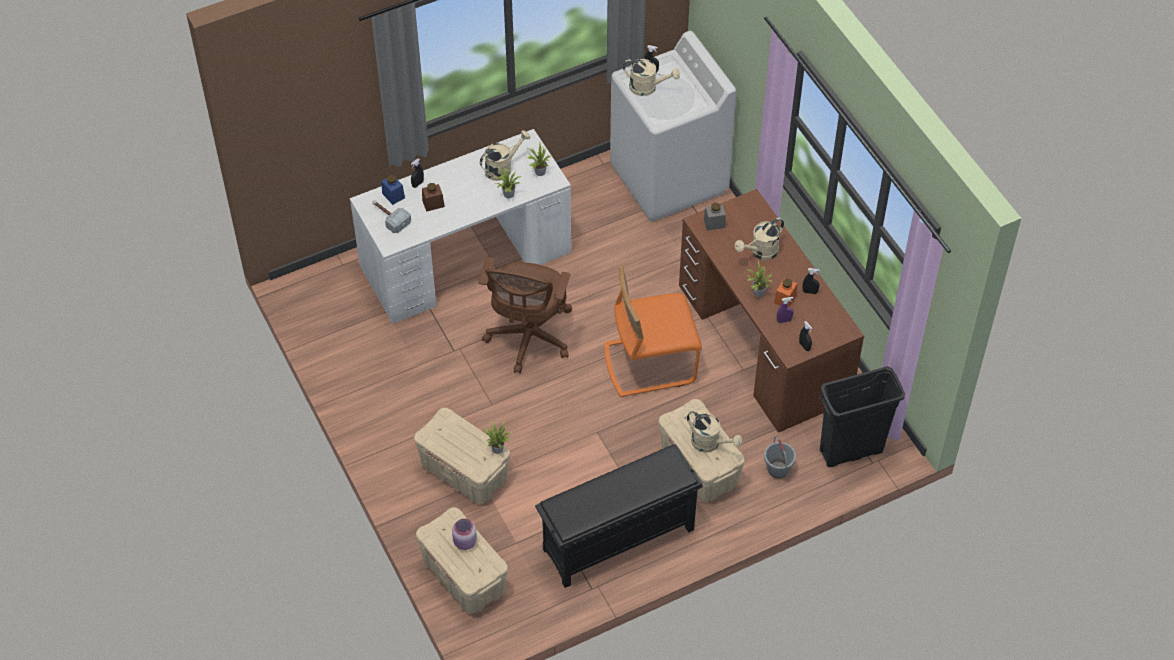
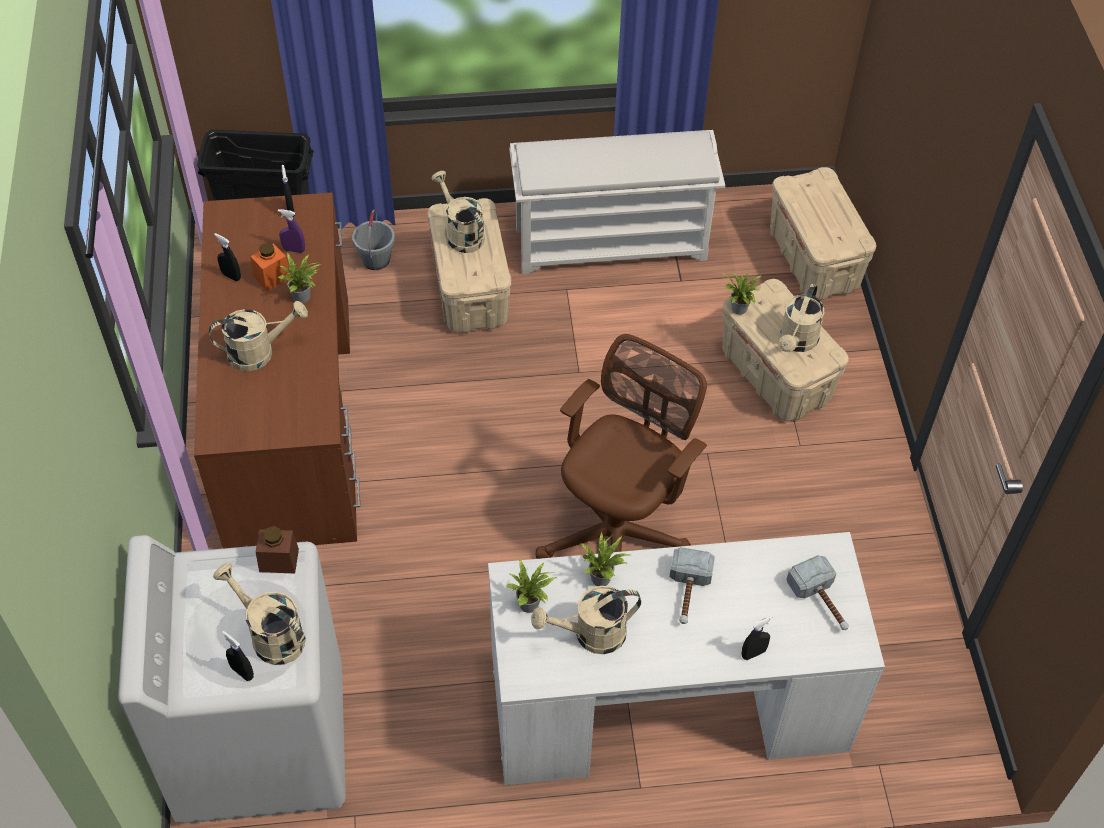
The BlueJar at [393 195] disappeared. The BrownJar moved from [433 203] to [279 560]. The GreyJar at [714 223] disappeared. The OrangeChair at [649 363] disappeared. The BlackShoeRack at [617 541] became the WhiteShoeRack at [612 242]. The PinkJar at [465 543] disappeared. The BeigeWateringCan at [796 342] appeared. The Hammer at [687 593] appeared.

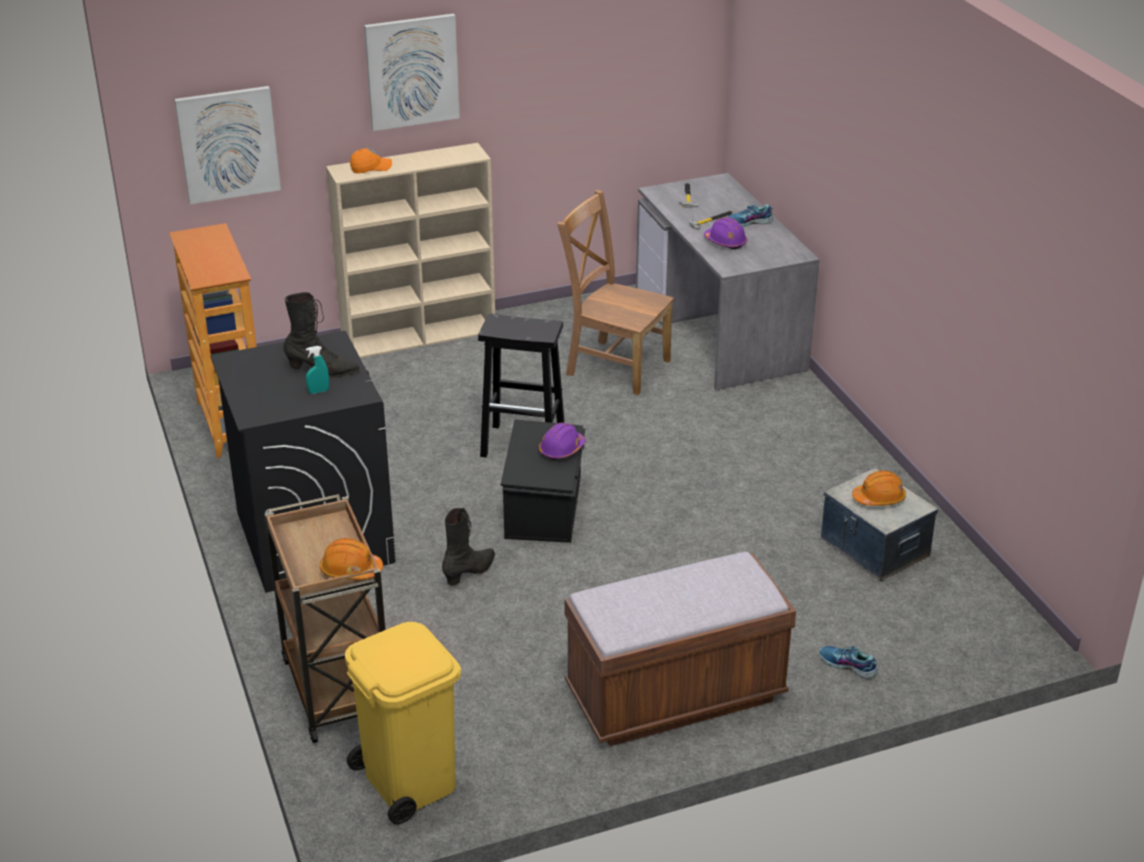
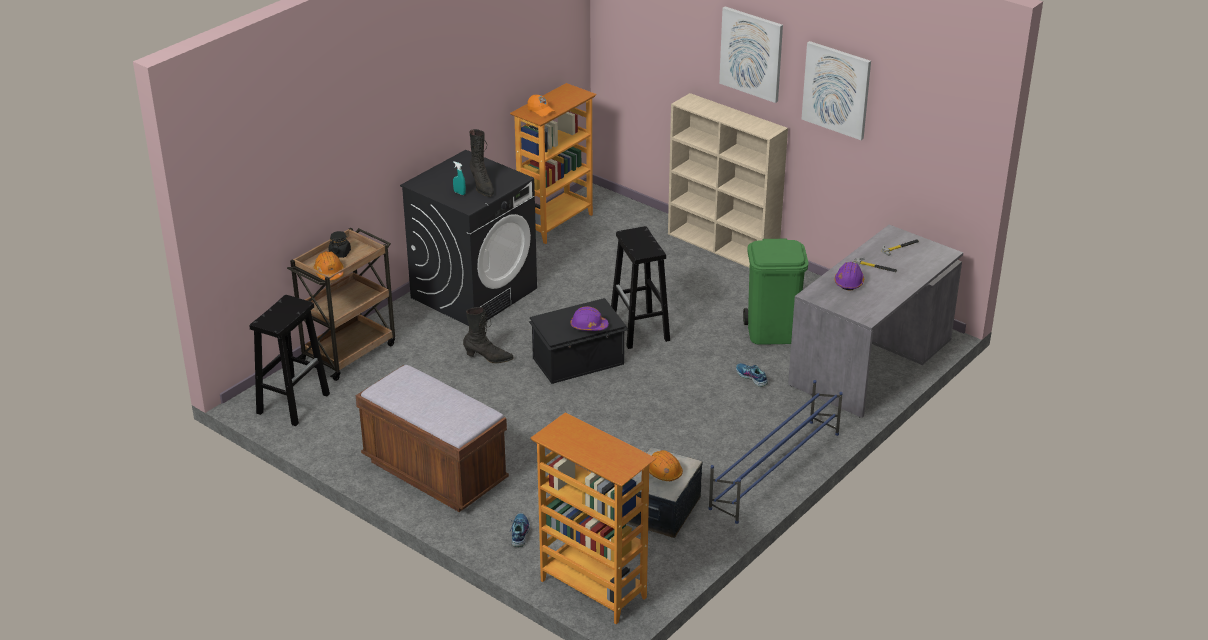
The Picture moved from [228 144] to [836 89]. The OrangeCap moved from [371 168] to [540 110]. The BrownChair at [614 366] was replaced by the GreenTrashCan at [772 333]. The Shoe moved from [749 223] to [751 378]. The YellowTrashCan at [408 780] was replaced by the BlackStool at [294 403]. The BlackJar at [340 253] appeared. The BlueShoeRack at [774 470] appeared. The Bookcase at [592 589] appeared.

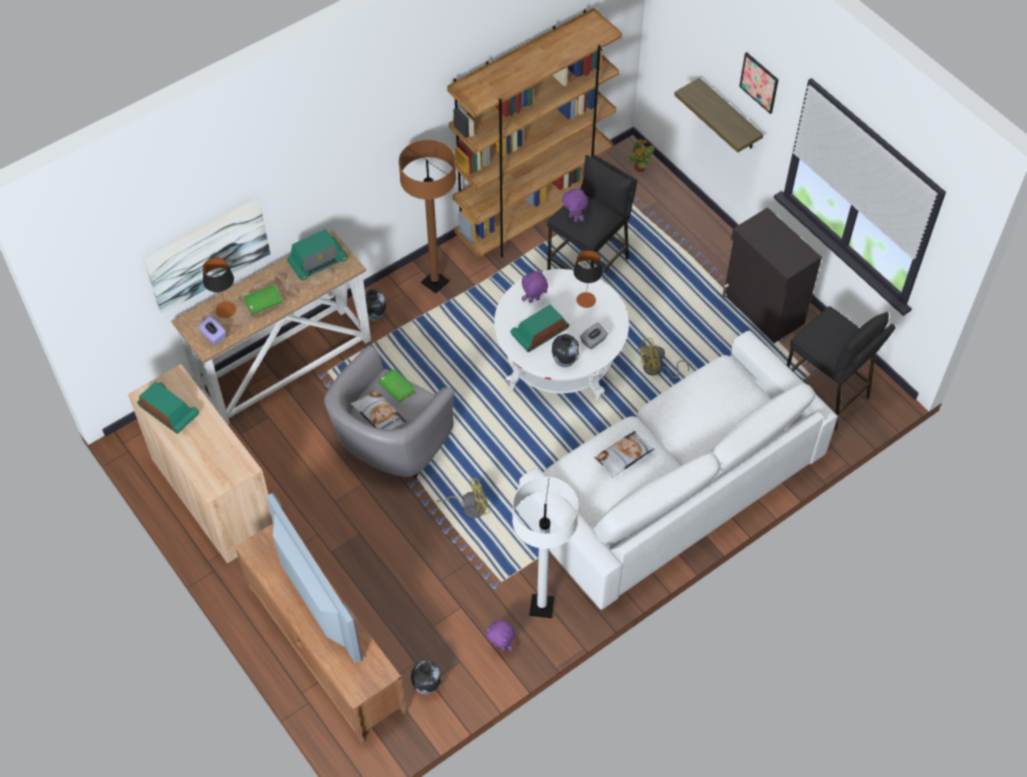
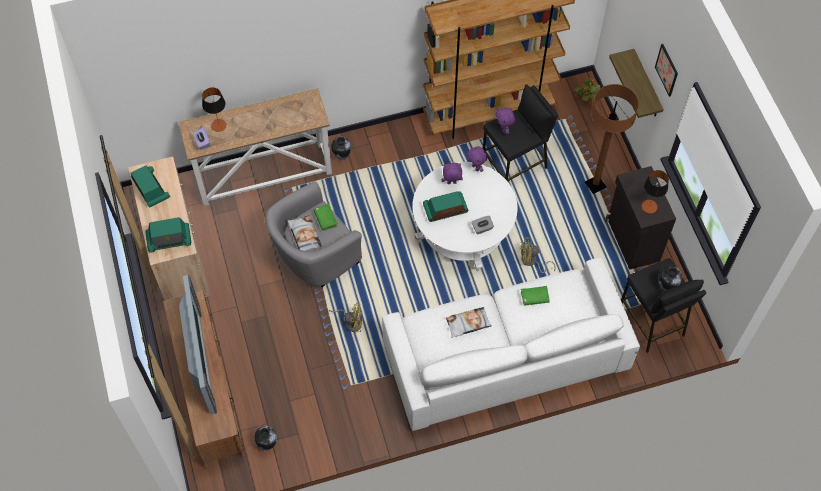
The BrownFloorLamp moved from [435 282] to [595 185]. The Picture at [207 254] disappeared. The Radio moved from [318 262] to [169 239]. The TableLamp moved from [586 300] to [649 206]. The GreenBook moved from [263 303] to [534 297]. The Vase moved from [564 362] to [667 286]. The WhiteFloorLamp at [541 606] disappeared. The PurplePlushToy moved from [501 646] to [476 167].

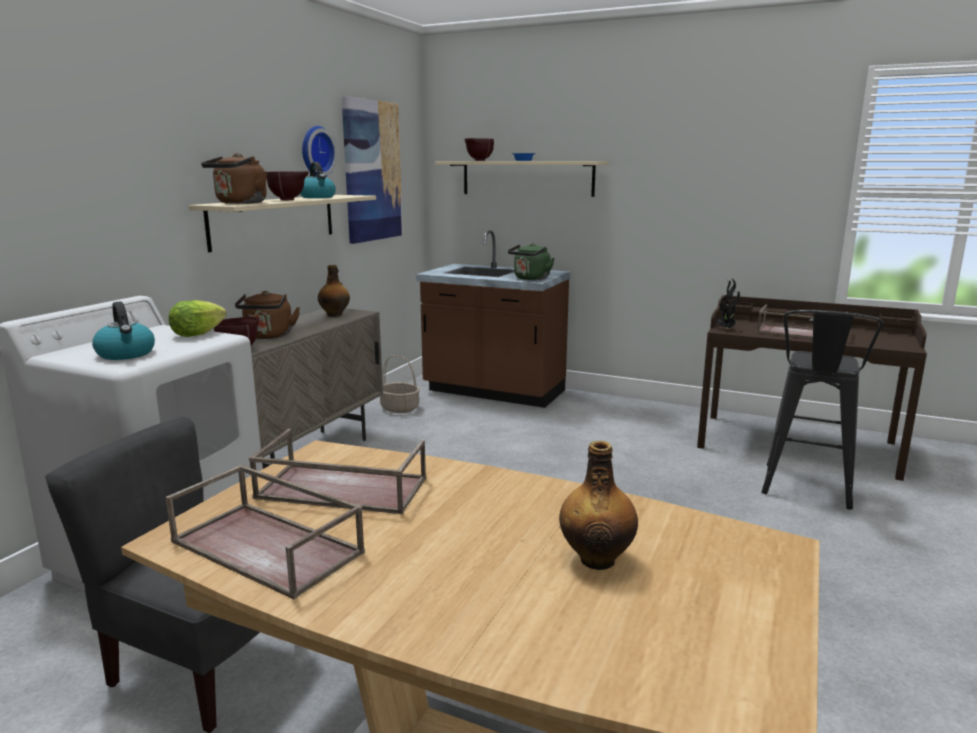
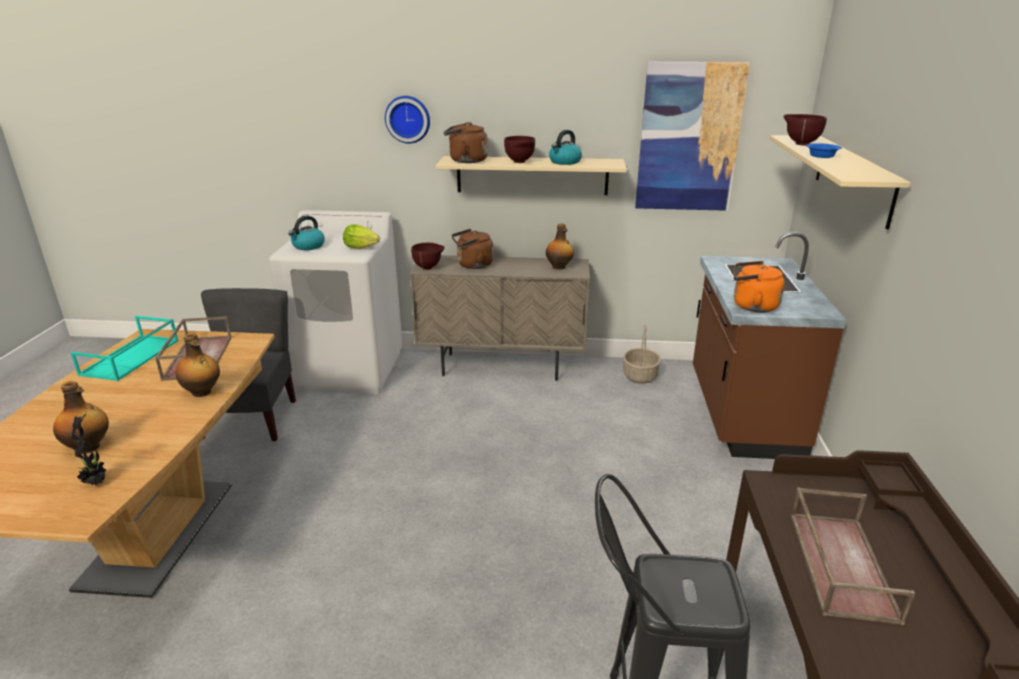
The WallClock moved from [315 152] to [408 119]. The GreenKettle at [530 279] became the OrangeKettle at [751 306]. The PottedPlant moved from [726 329] to [96 483]. The BrownTray at [269 547] became the TurquoiseTray at [131 358]. The Bottle at [202 392] appeared.

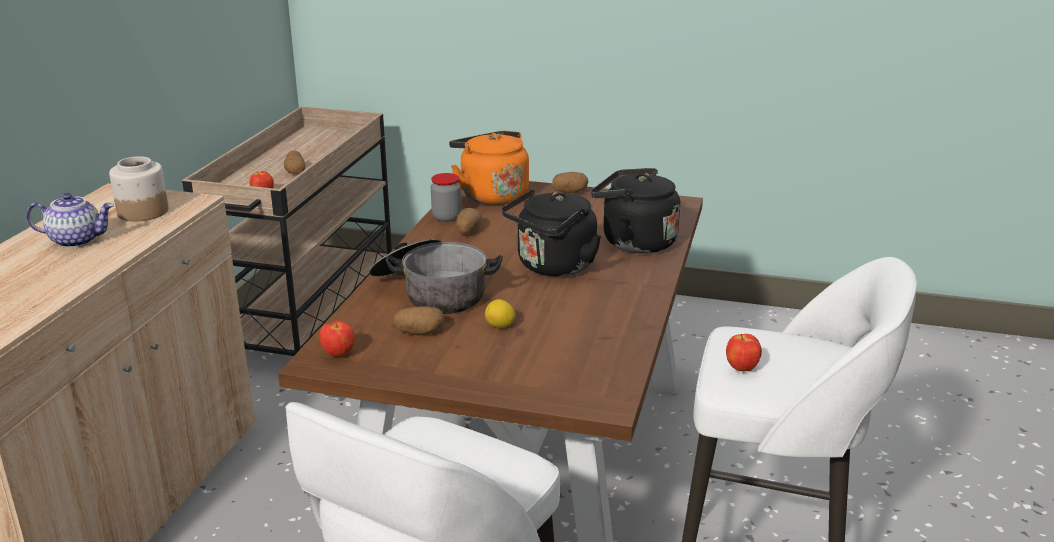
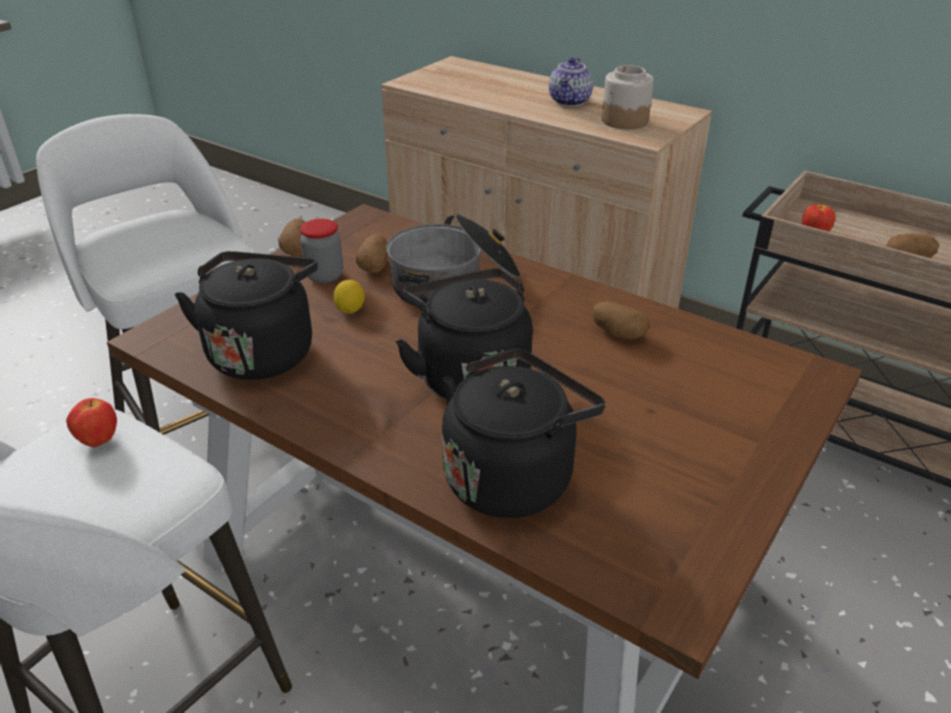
The OrangeKettle at [491 195] disappeared. The Potato moved from [570 192] to [297 250]. The Jar moved from [446 217] to [324 276]. The Apple at [339 354] disappeared. The BlackKettle at [262 351] appeared.

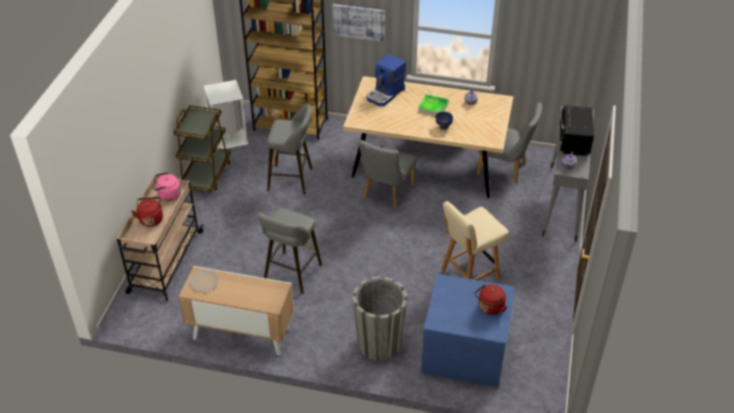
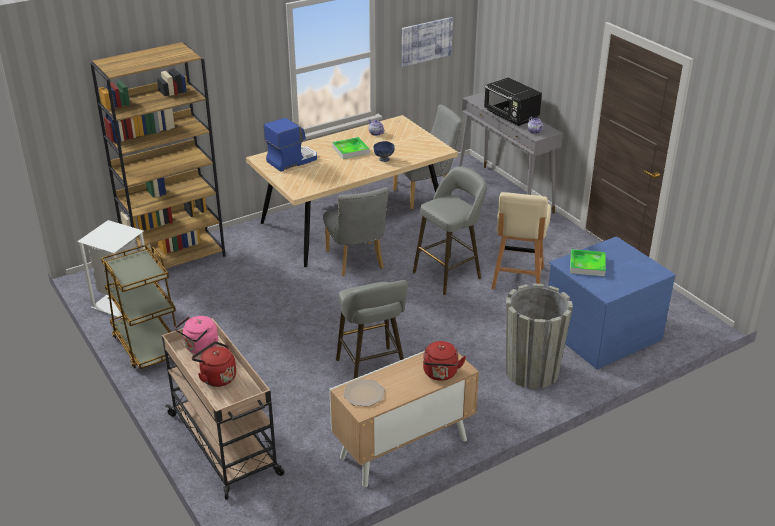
The Picture moved from [359 22] to [426 41]. The CoffeeMachine at [385 94] turned 120 degrees counterclockwise. The GreyStool moved from [293 180] to [449 274]. The RedKettle moved from [489 308] to [440 374]. The Tray at [587 265] appeared.

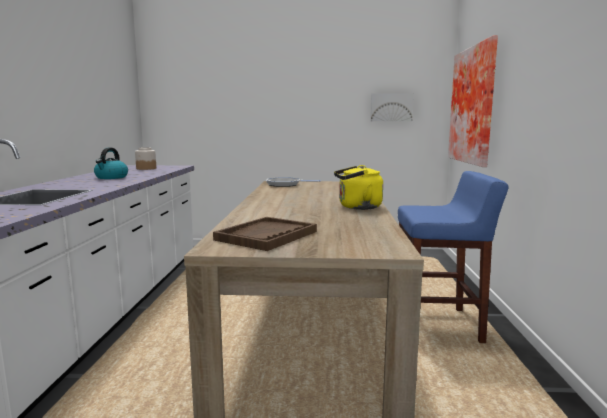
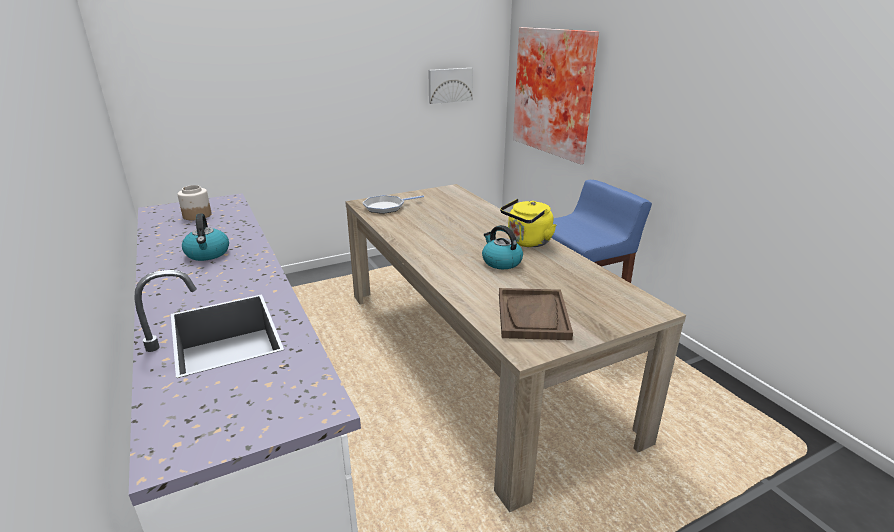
The Kettle at [501 262] appeared.

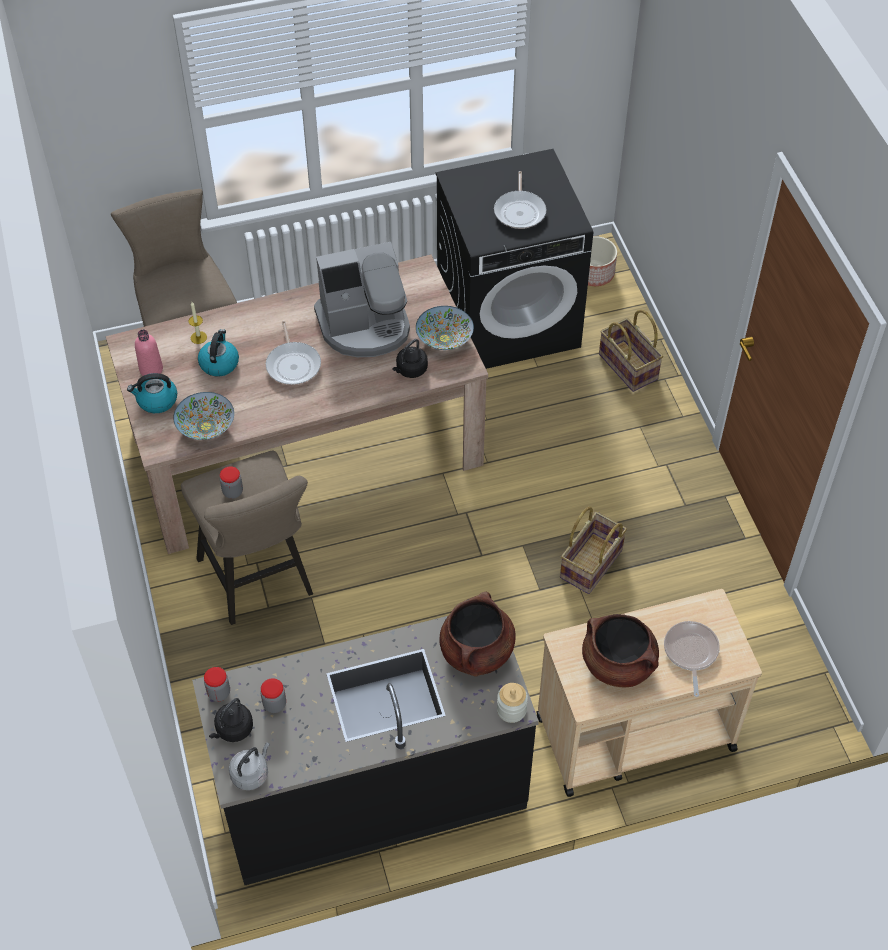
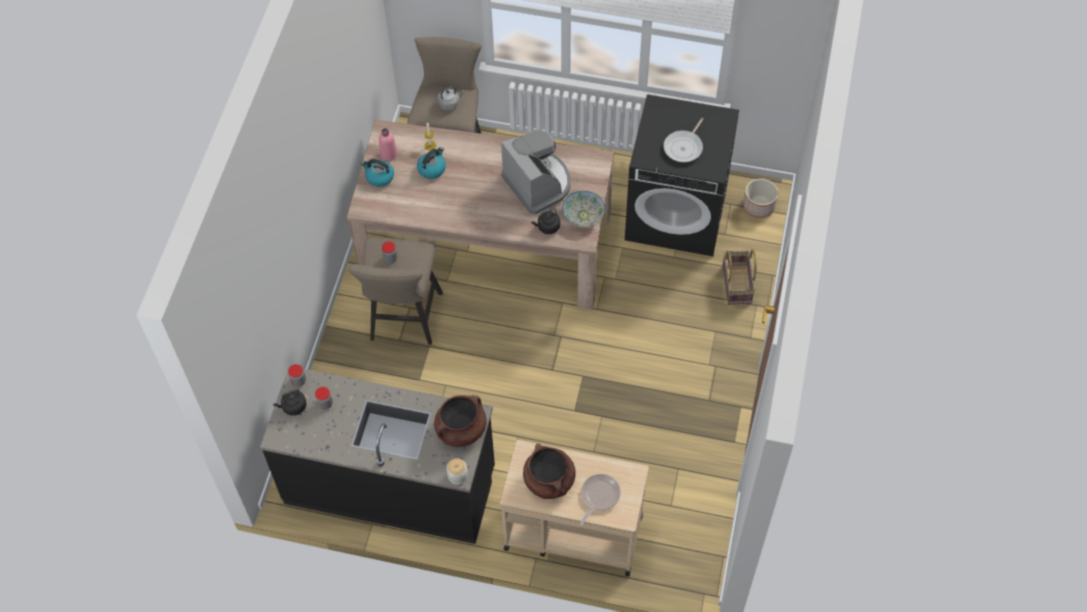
The CoffeeMachine at [365 326] turned 135 degrees counterclockwise. The FryingPan at [293 364] disappeared. The Bowl at [206 427] disappeared. The Basket at [592 564] disappeared. The GreyKettle moved from [251 773] to [450 103].

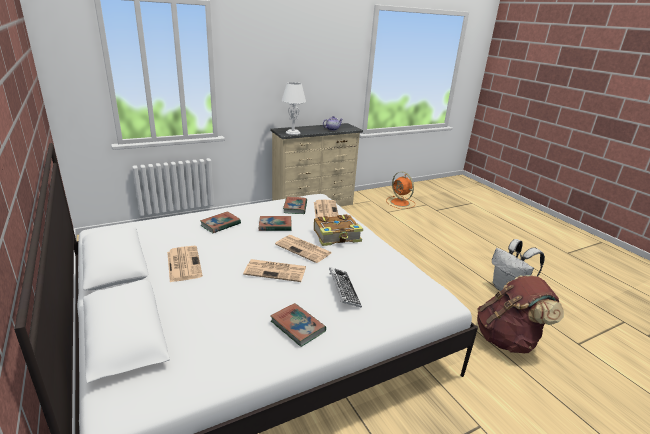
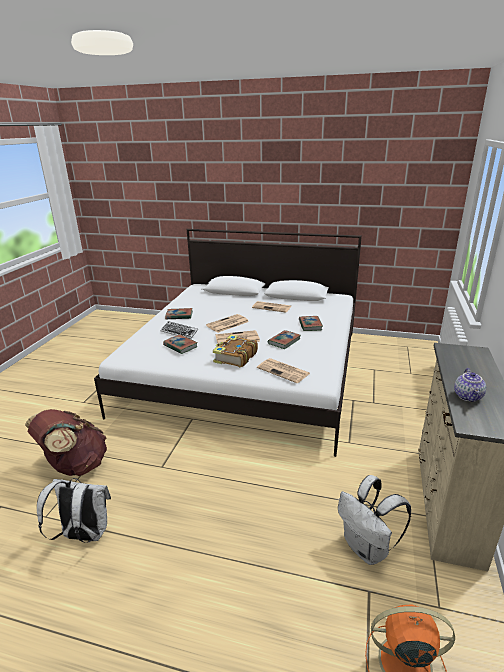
The WhiteTableLamp at [293 132] disappeared. The Book moved from [295 207] to [180 346]. The WhiteBackpack at [367 548] appeared.

